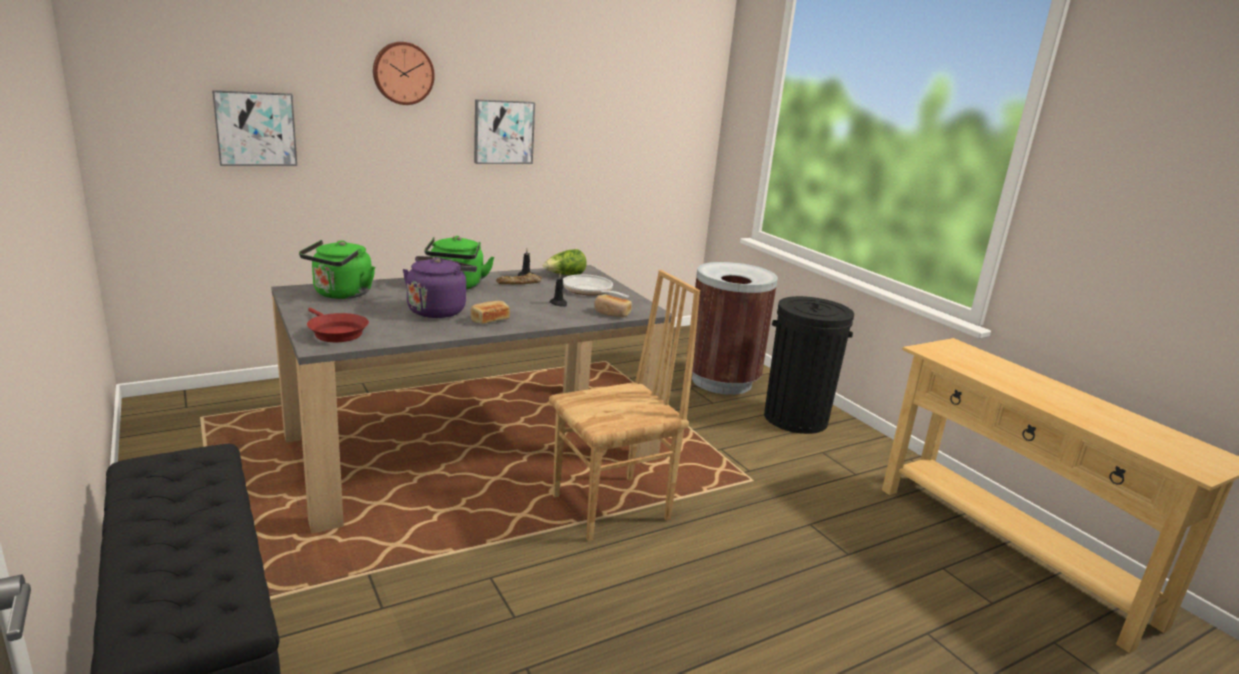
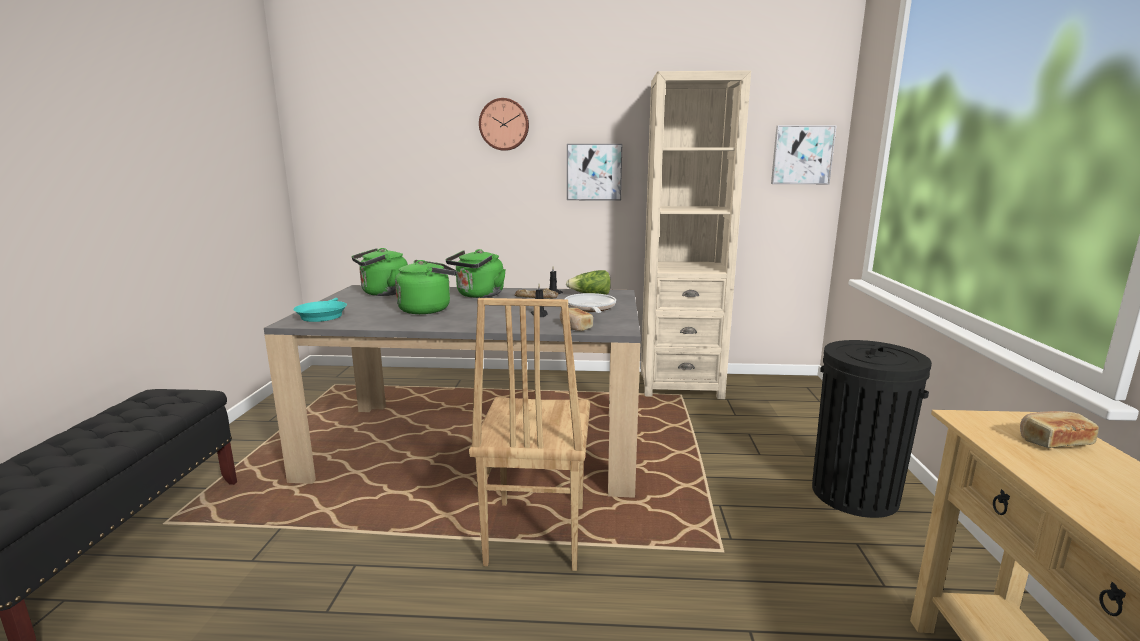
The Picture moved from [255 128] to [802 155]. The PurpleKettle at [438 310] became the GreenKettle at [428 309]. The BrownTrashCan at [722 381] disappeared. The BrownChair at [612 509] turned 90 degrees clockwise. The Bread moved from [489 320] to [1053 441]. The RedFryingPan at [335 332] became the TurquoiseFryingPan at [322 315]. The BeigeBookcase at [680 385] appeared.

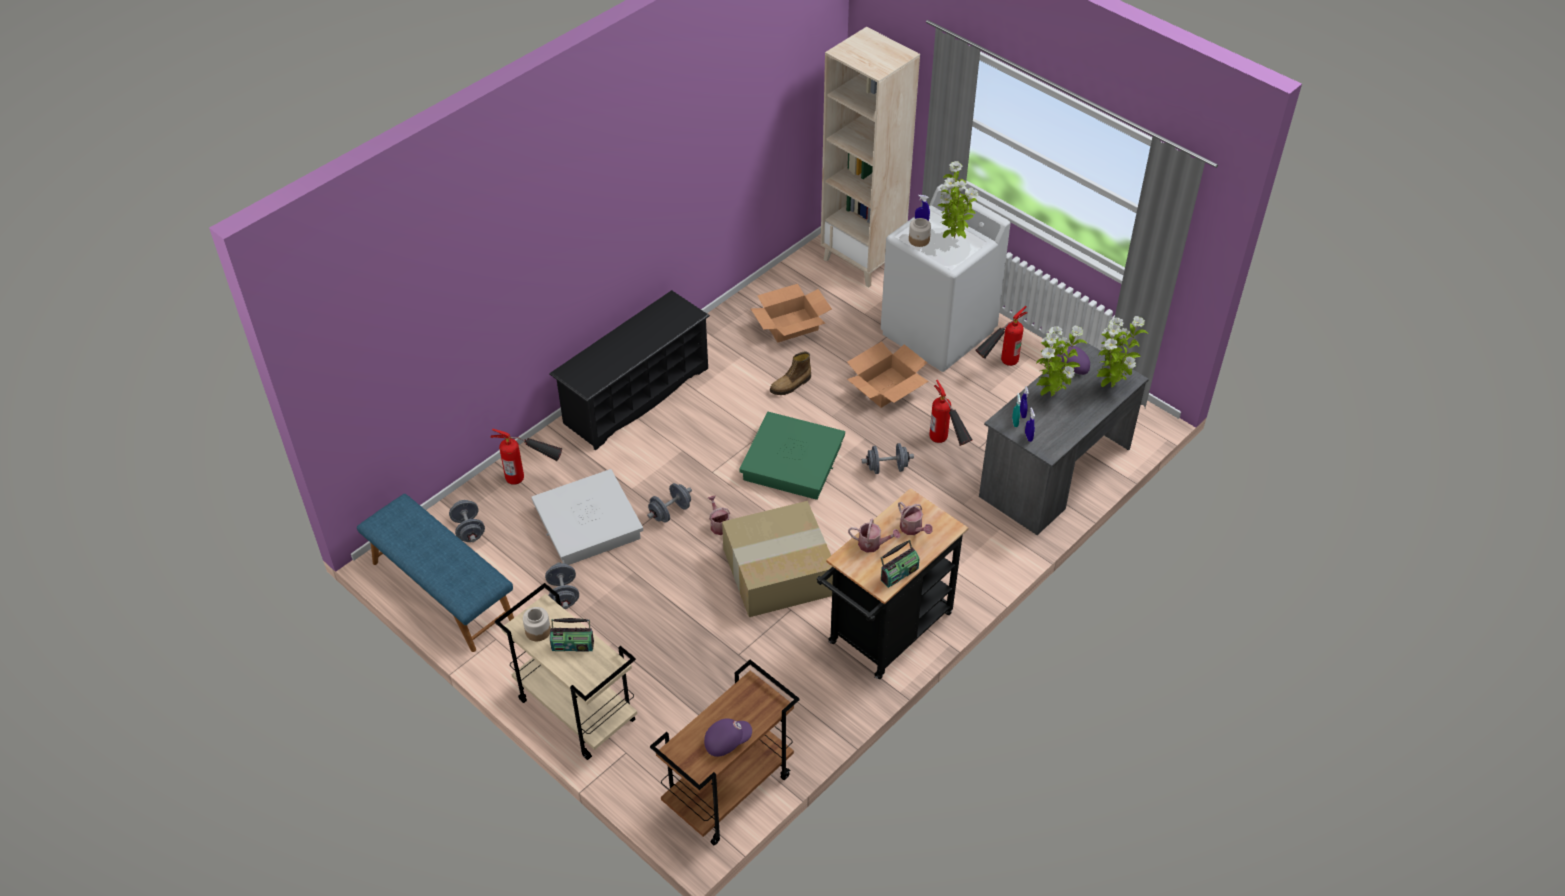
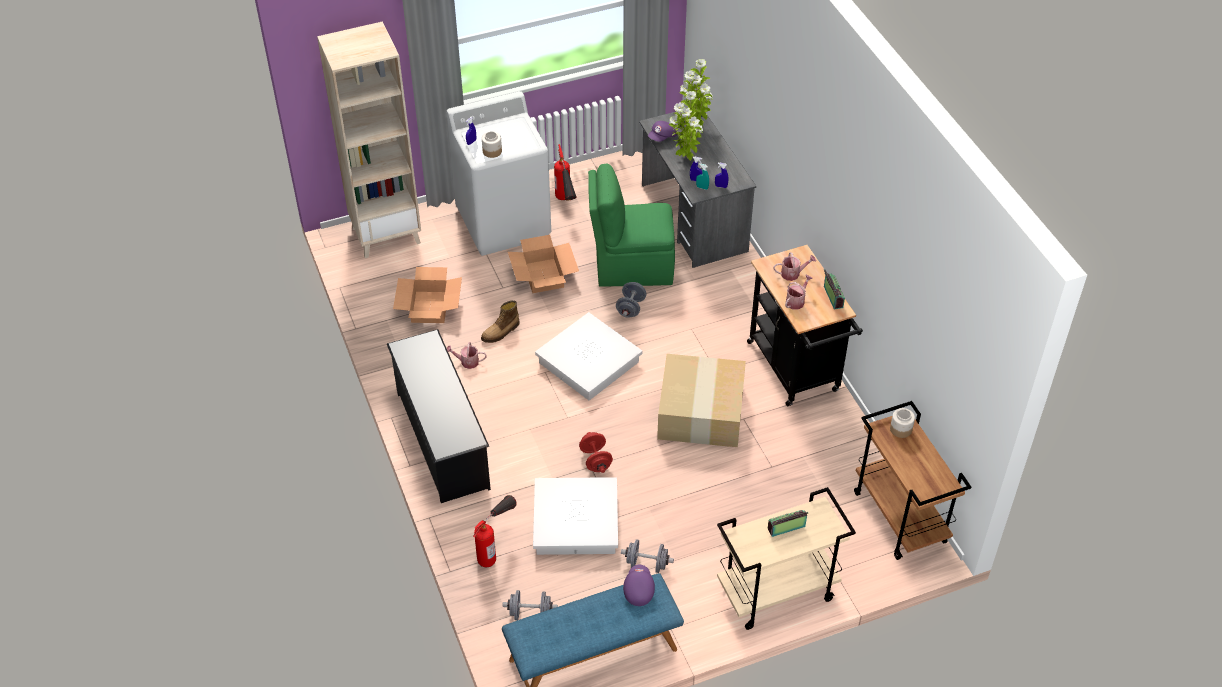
The PottedPlant at [953 238] disappeared. The Boot at [791 385] turned 60 degrees clockwise. The FireExtinguisher at [947 448] was replaced by the GreenChair at [632 266]. The GreenStorageBox at [792 462] became the WhiteStorageBox at [589 362]. The GreyDumbbell at [670 512] became the RedDumbbell at [595 460]. The WateringCan moved from [719 525] to [467 362]. The Jar moved from [537 631] to [900 429]. The Radio at [573 645] turned 135 degrees counterclockwise. The PurpleCap moved from [727 741] to [638 589].

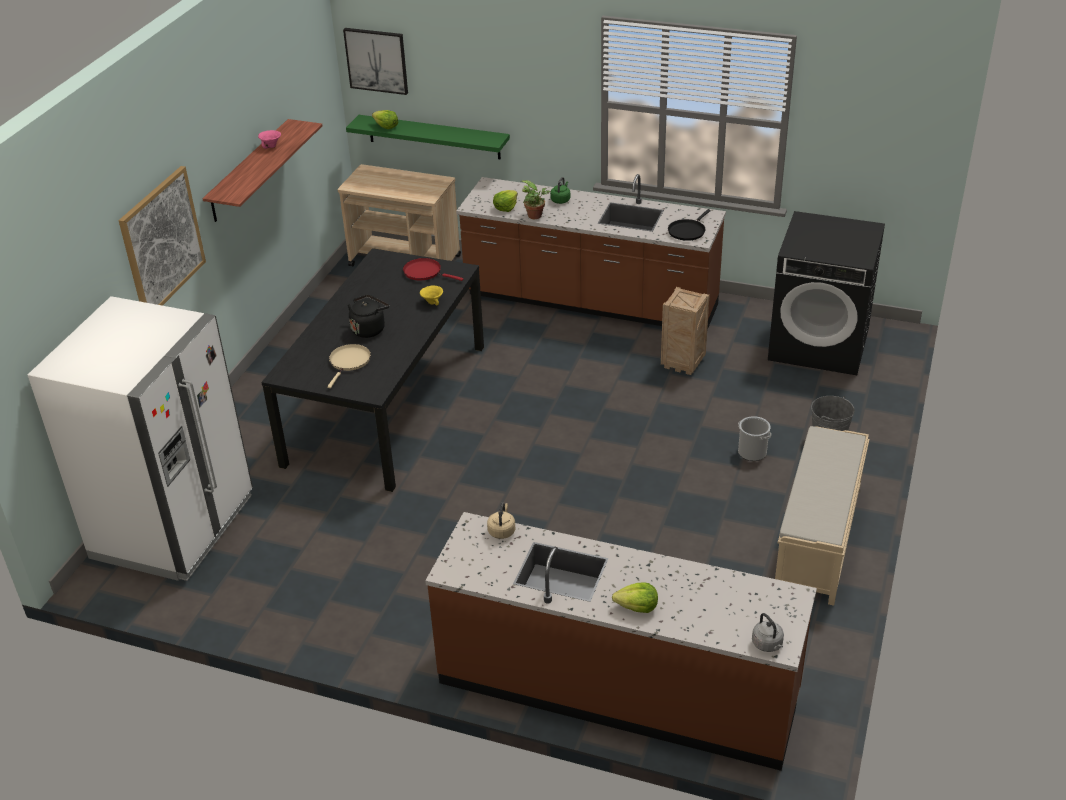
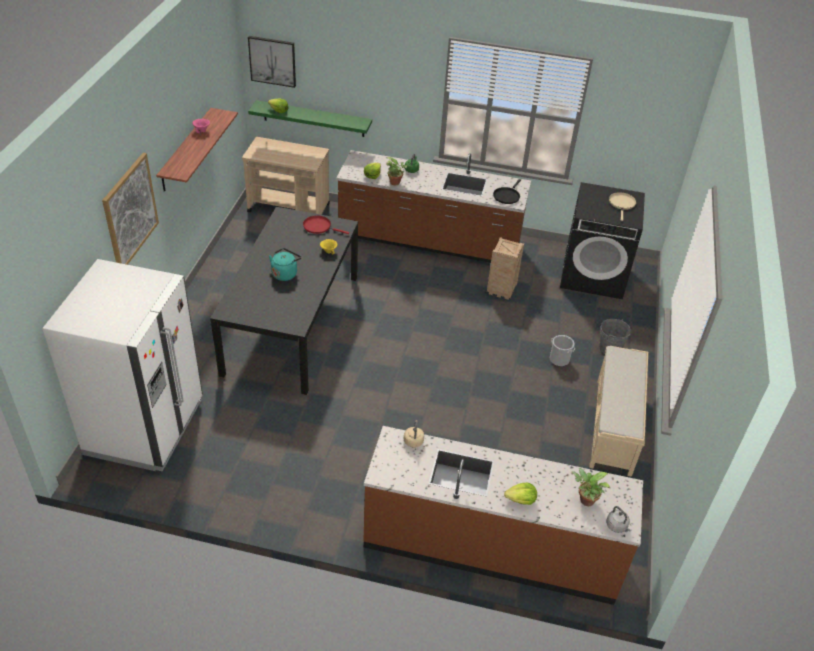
The BlackKettle at [369 329] became the TurquoiseKettle at [285 273]. The BeigeFryingPan moved from [349 362] to [622 204]. The PottedPlant at [585 500] appeared.

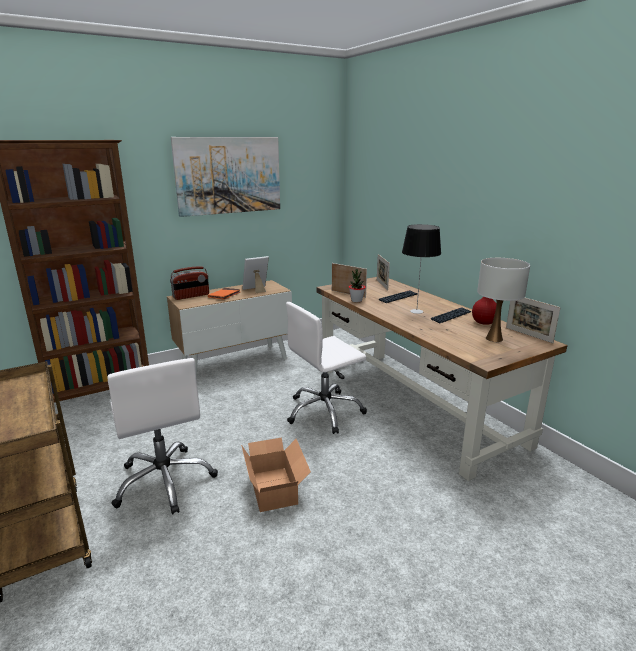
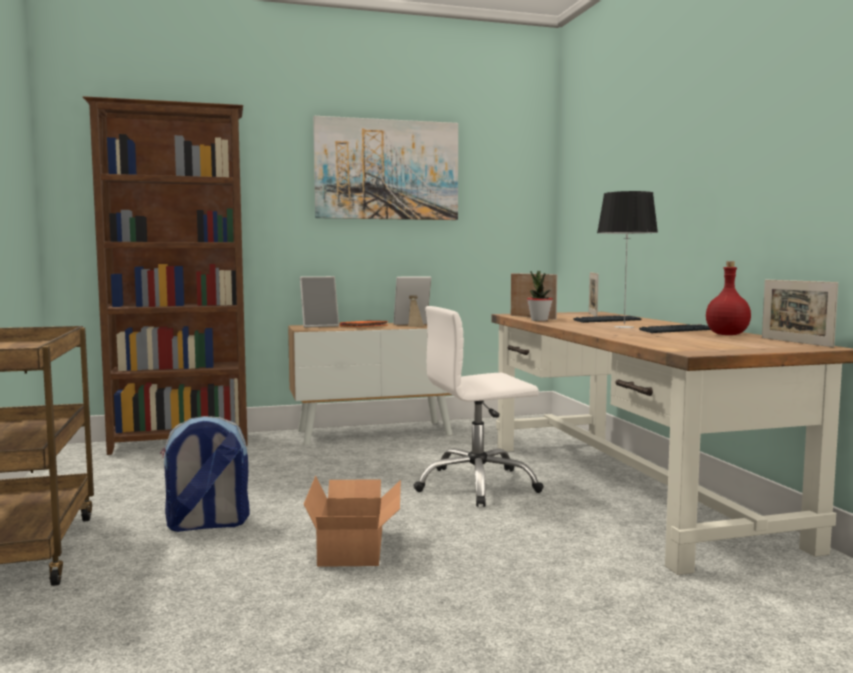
The WhiteTableLamp at [494 338] disappeared. The Radio at [191 296] was replaced by the PictureFrame at [319 326]. The WhiteOfficeChair at [165 481] was replaced by the Backpack at [206 524].

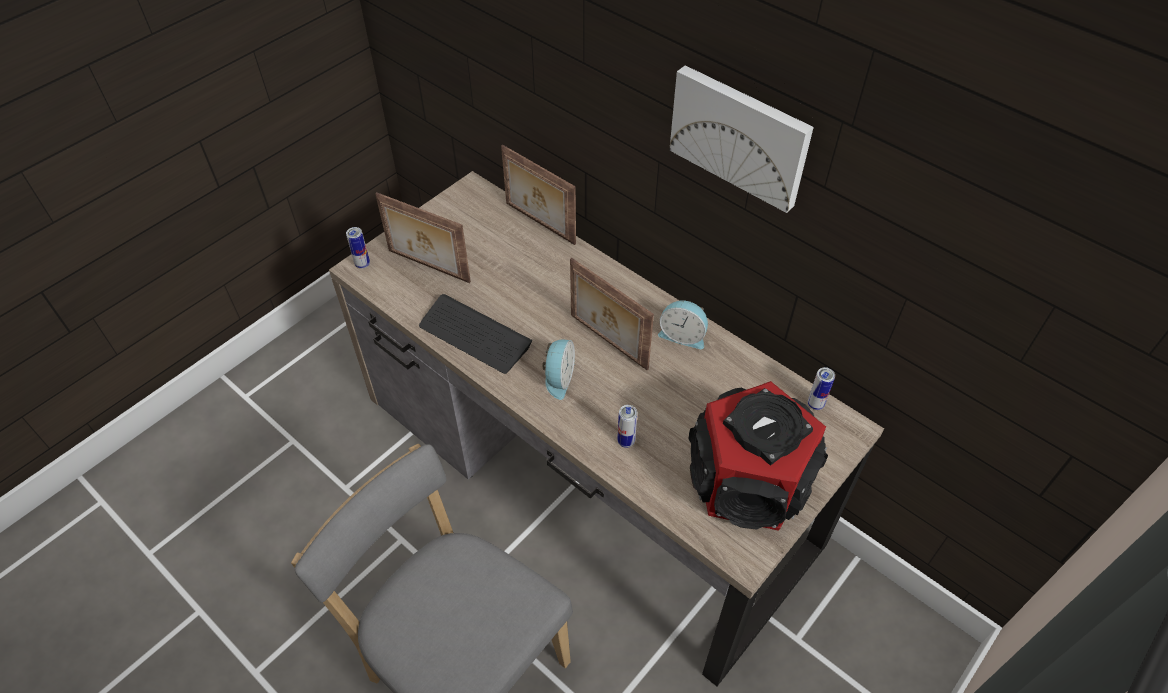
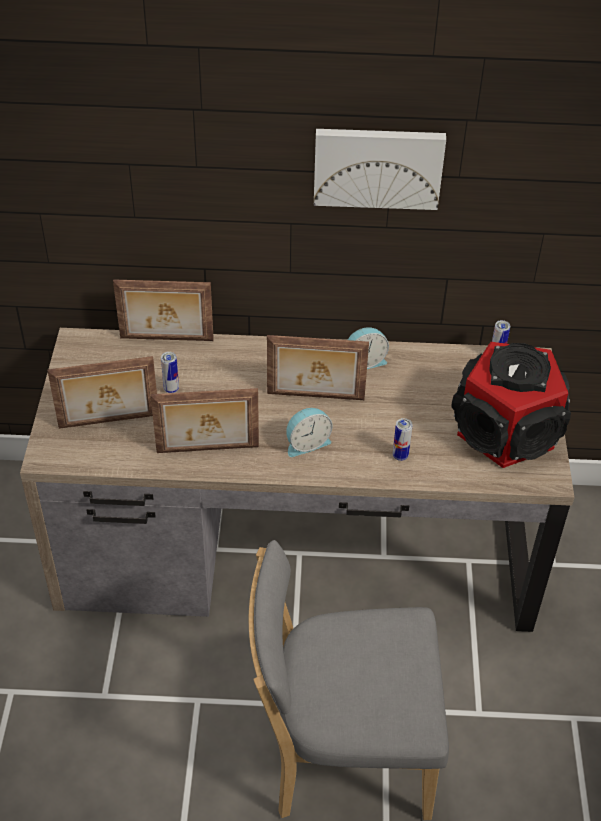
The Can moved from [362 264] to [171 389]. The Keyboard at [474 335] was replaced by the PictureFrame at [208 450]. The AlarmClock at [558 378] turned 90 degrees clockwise.

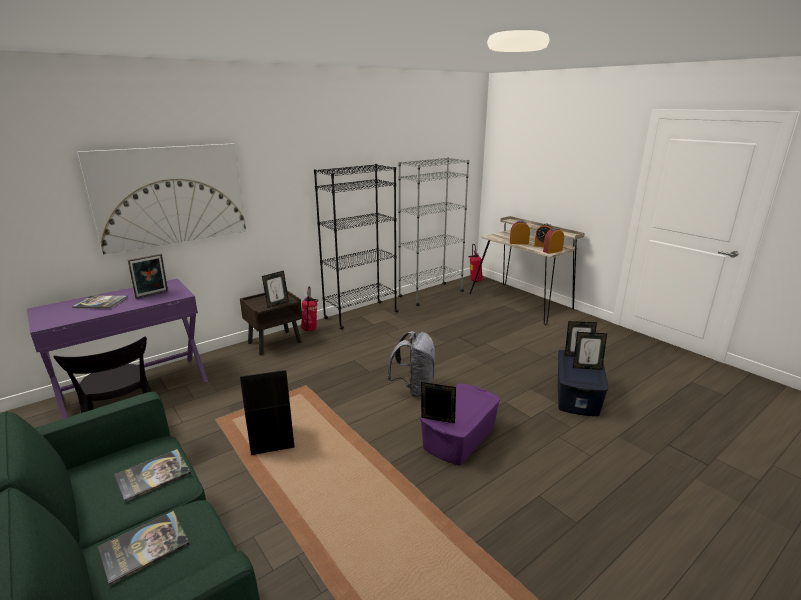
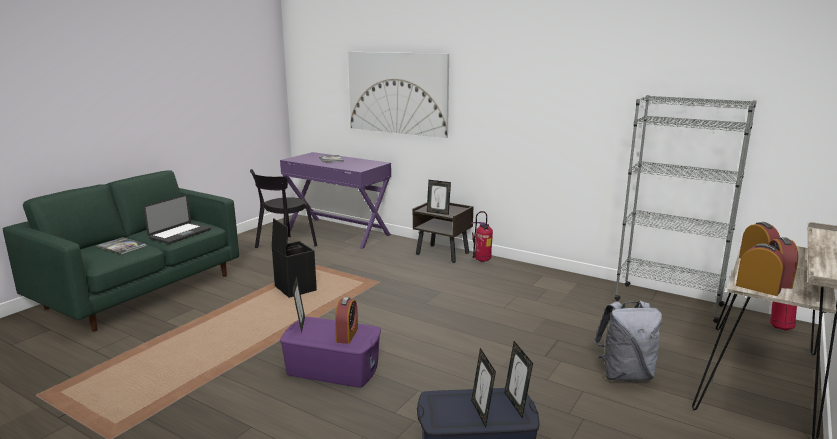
The BlackBookcase at [361 315] disappeared. The PictureFrame at [152 295] disappeared. The GreyBackpack moved from [414 388] to [625 374]. The Book at [153 475] was replaced by the Laptop at [180 234]. The AlarmClock at [347 335] appeared.

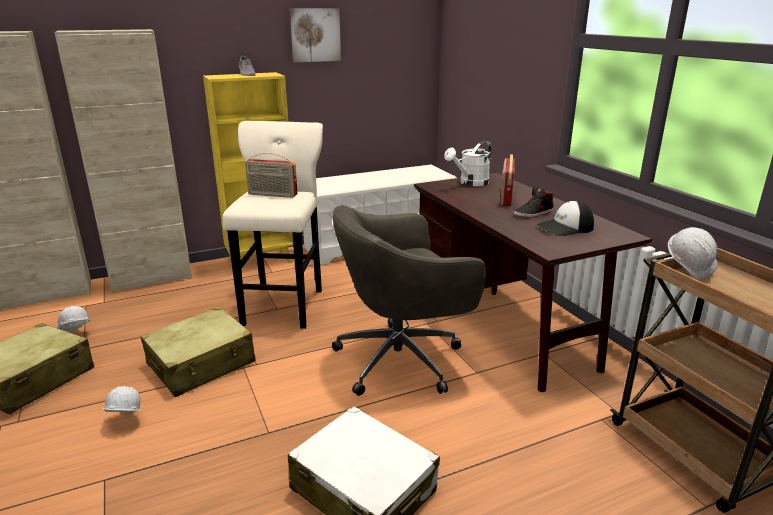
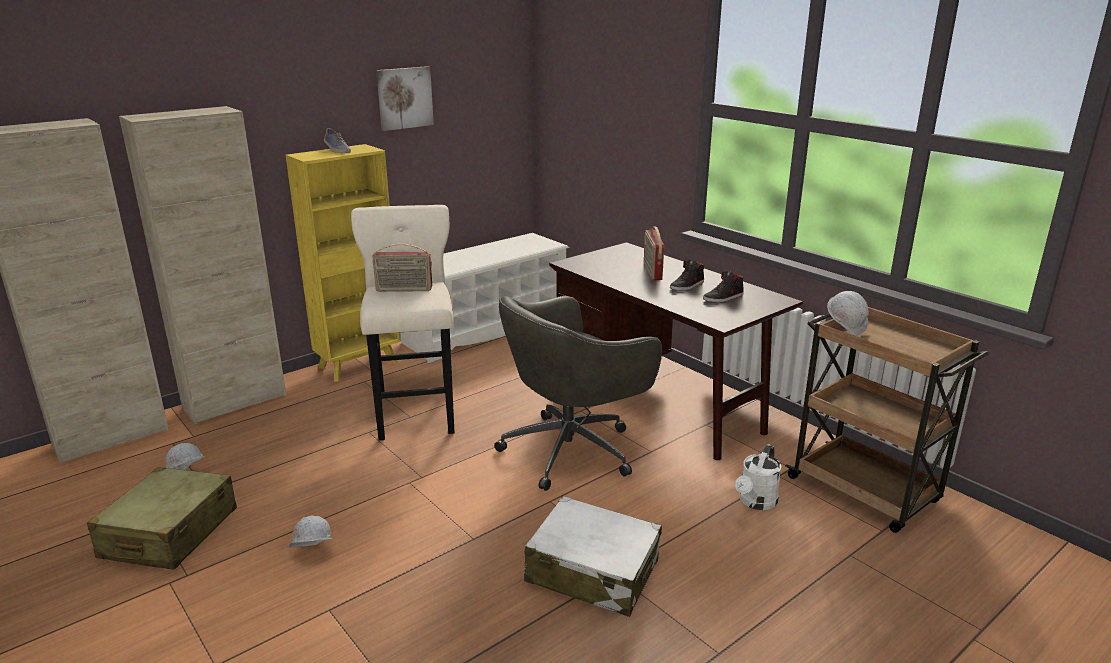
The WhiteWateringCan moved from [470 183] to [756 503]. The Cap at [565 227] was replaced by the BlackShoe at [723 298]. The BeigeSuitcase at [202 364] disappeared.

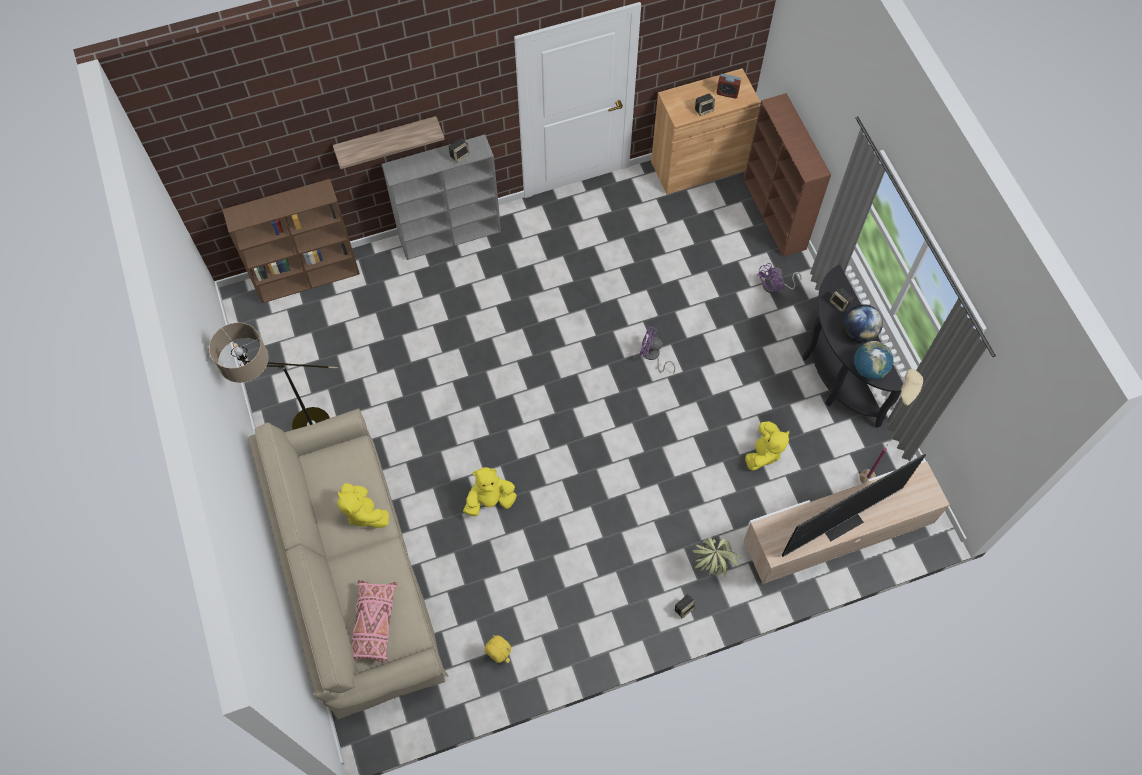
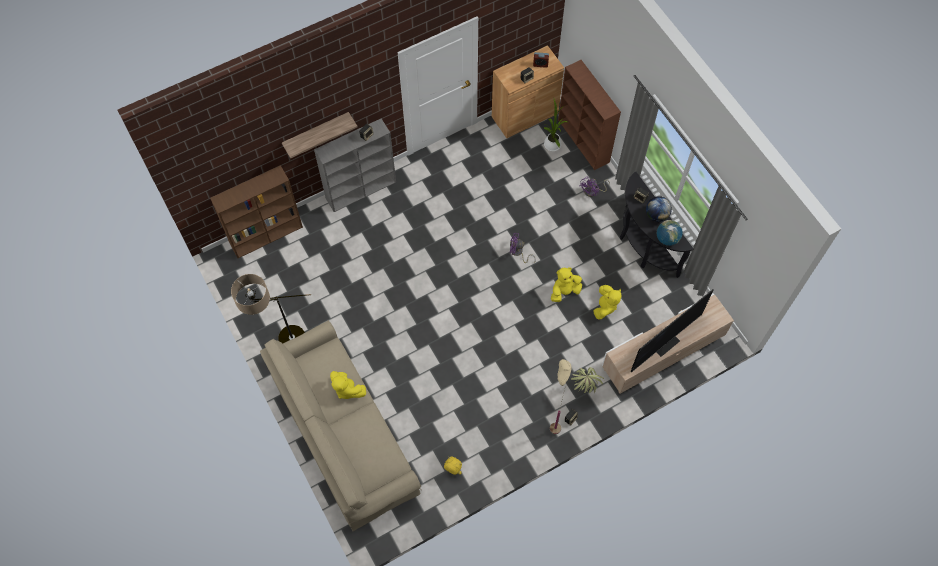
The BeigeFloorLamp moved from [867 466] to [554 420]. The YellowPlushToy moved from [490 501] to [564 291]. The PinkPillow at [373 623] disappeared. The PottedPlant at [552 143] appeared.

